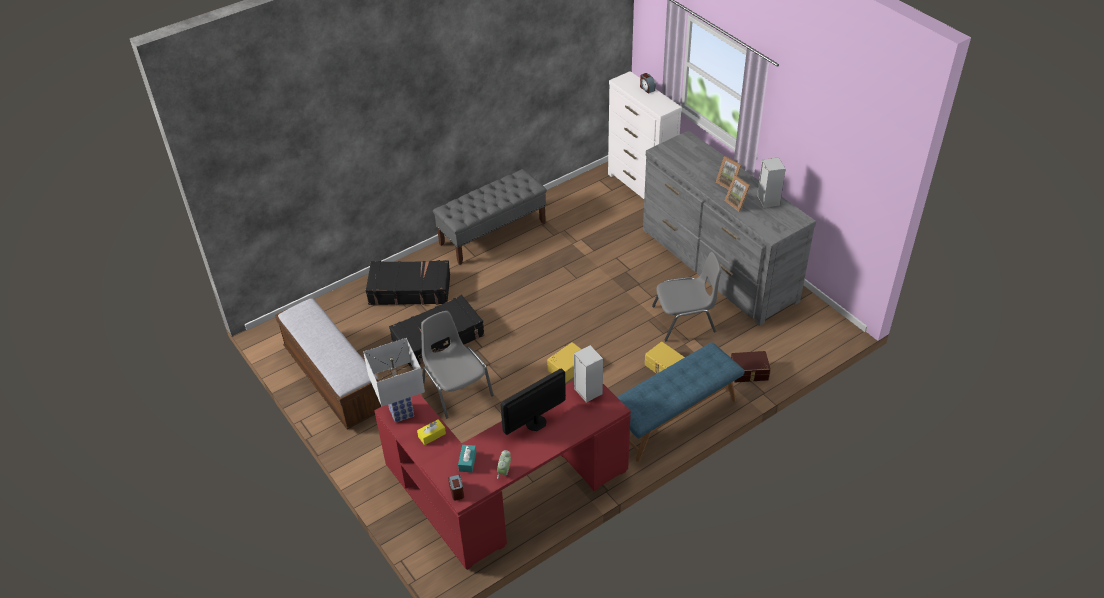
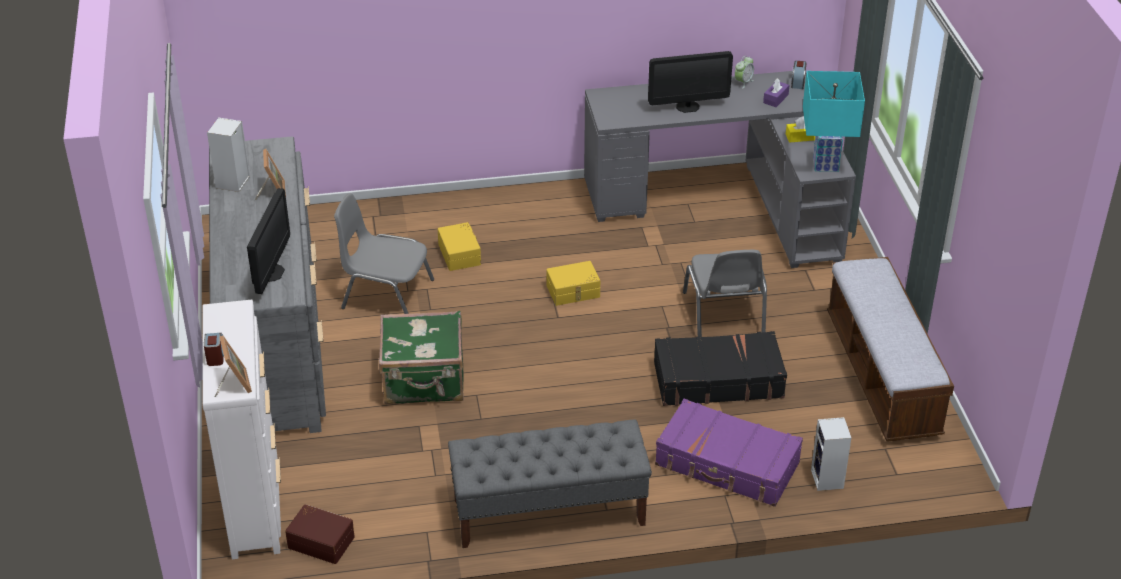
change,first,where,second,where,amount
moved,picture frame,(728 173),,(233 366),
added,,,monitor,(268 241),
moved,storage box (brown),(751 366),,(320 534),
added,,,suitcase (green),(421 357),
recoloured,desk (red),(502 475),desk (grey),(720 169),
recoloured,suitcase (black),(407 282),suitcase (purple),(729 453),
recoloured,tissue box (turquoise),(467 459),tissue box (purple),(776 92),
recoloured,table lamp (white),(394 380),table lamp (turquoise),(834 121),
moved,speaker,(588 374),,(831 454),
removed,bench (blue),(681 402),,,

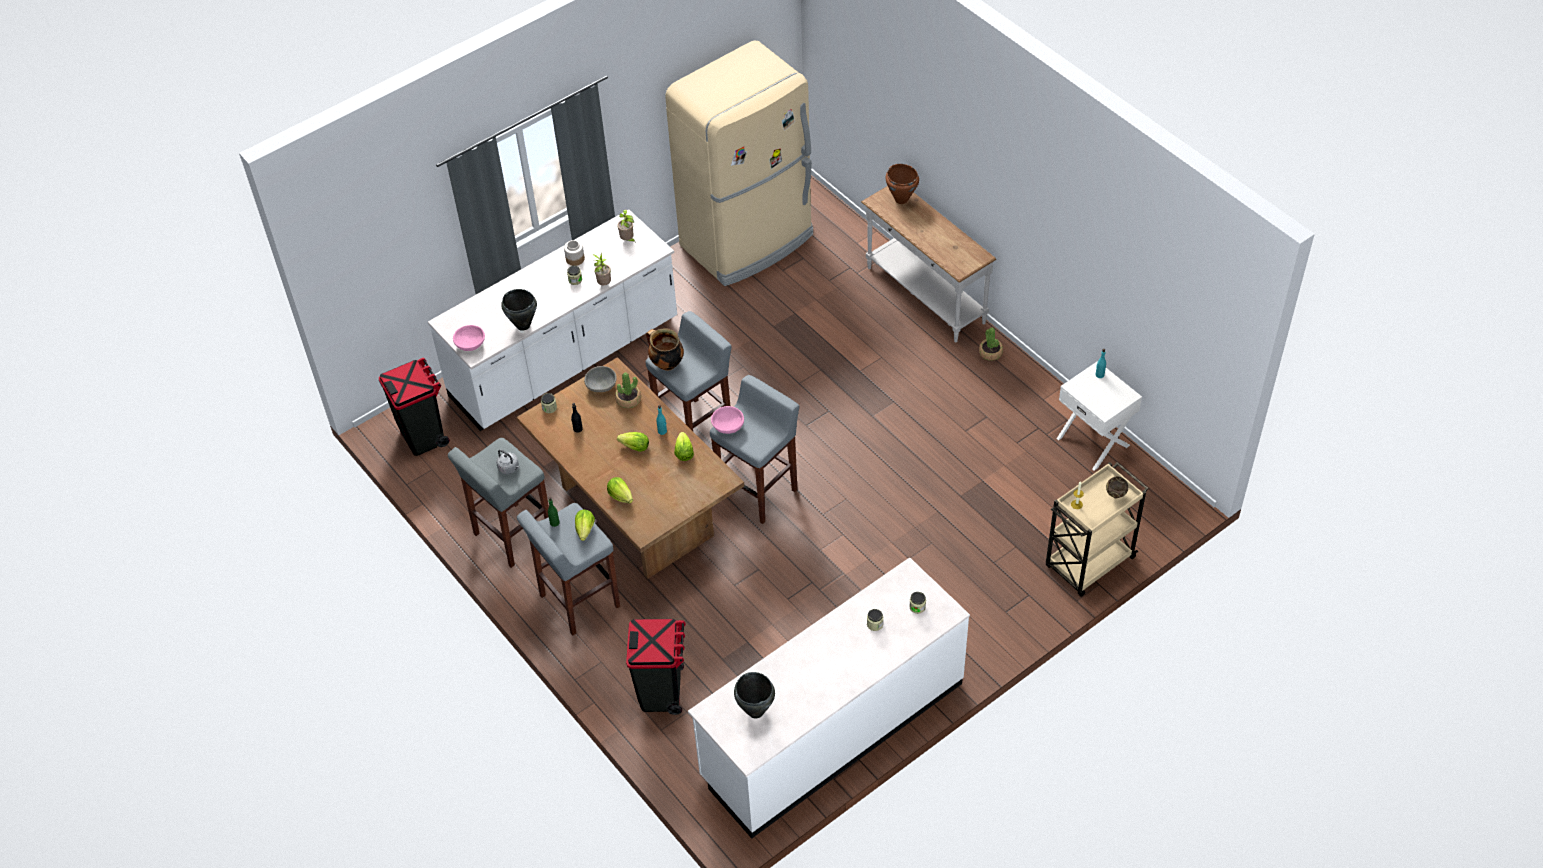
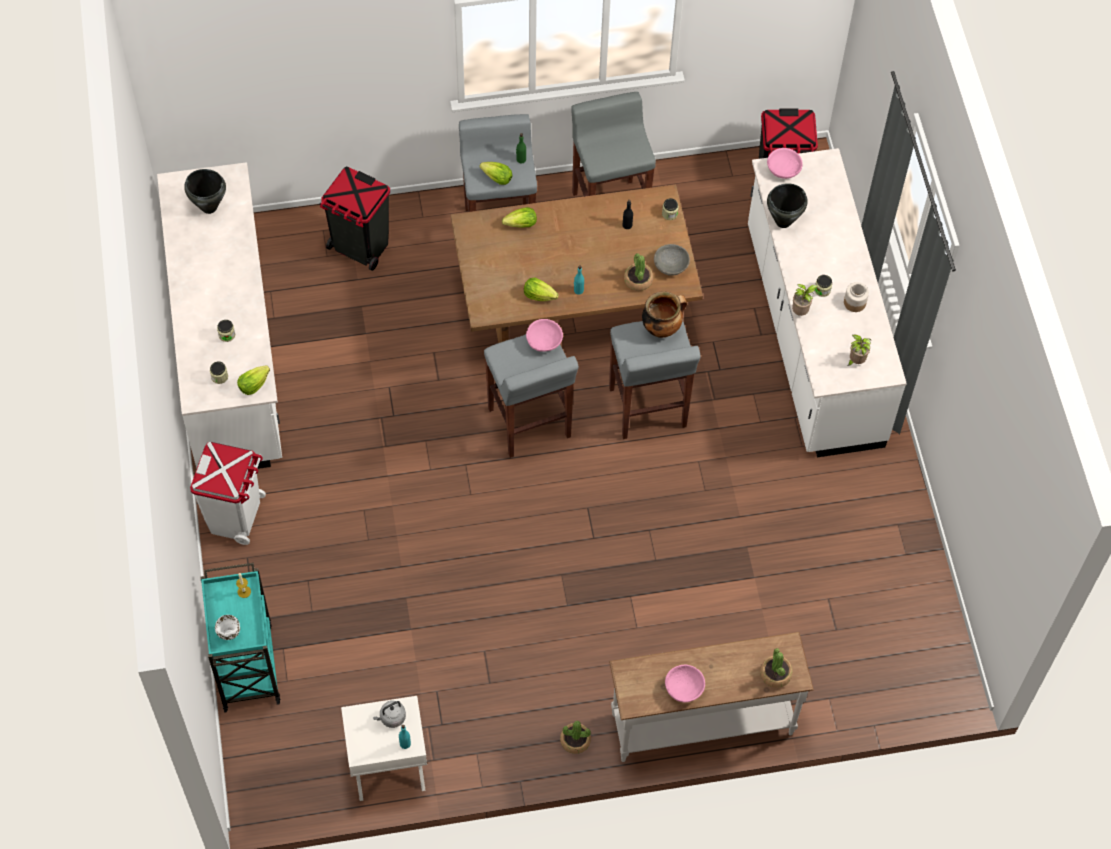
change,first,where,second,where,amount
added,,,trash can (white),(228 493),
recoloured,cart (beige),(1097 529),cart (turquoise),(240 638),
recoloured,bowl (brown),(1117 487),bowl (white),(227 627),
moved,lettuce,(633 442),,(253 380),
moved,kettle (grey),(508 462),,(389 714),
added,,,bowl (pink),(685 683),
replaced,cooking pot (brown),(902 184),potted plant,(776 668),
removed,fridge (beige),(739 163),,,

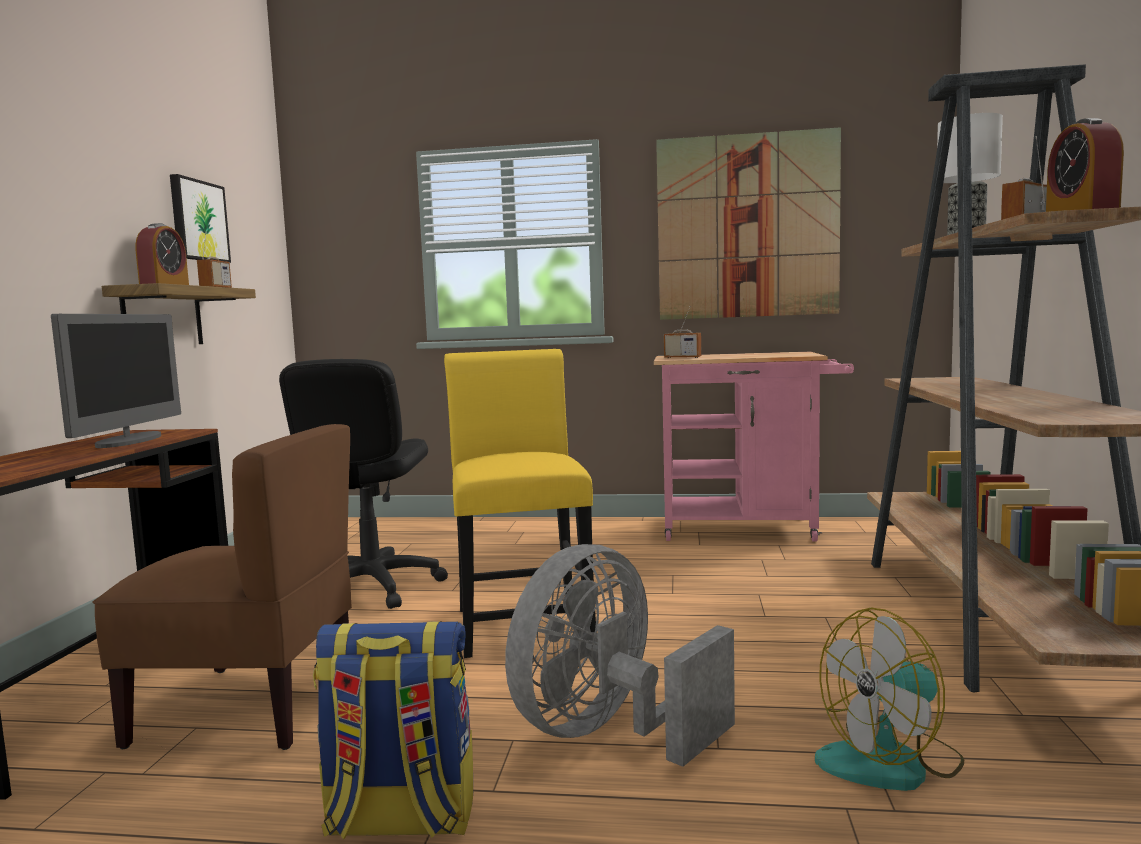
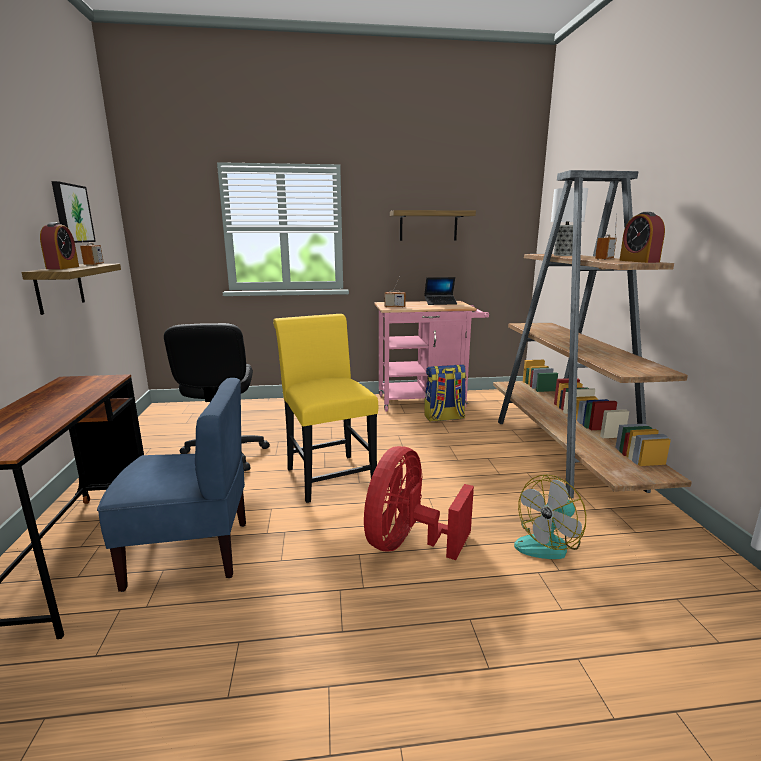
change,first,where,second,where,amount
recoloured,chair (brown),(222 587),chair (blue),(171 485),
recoloured,fan (grey),(620 655),fan (red),(419 503),
replaced,picture,(748 223),shelf,(433 225),
added,,,laptop,(440 291),
moved,backpack,(393 730),,(445 393),
removed,monitor,(116 381),,,

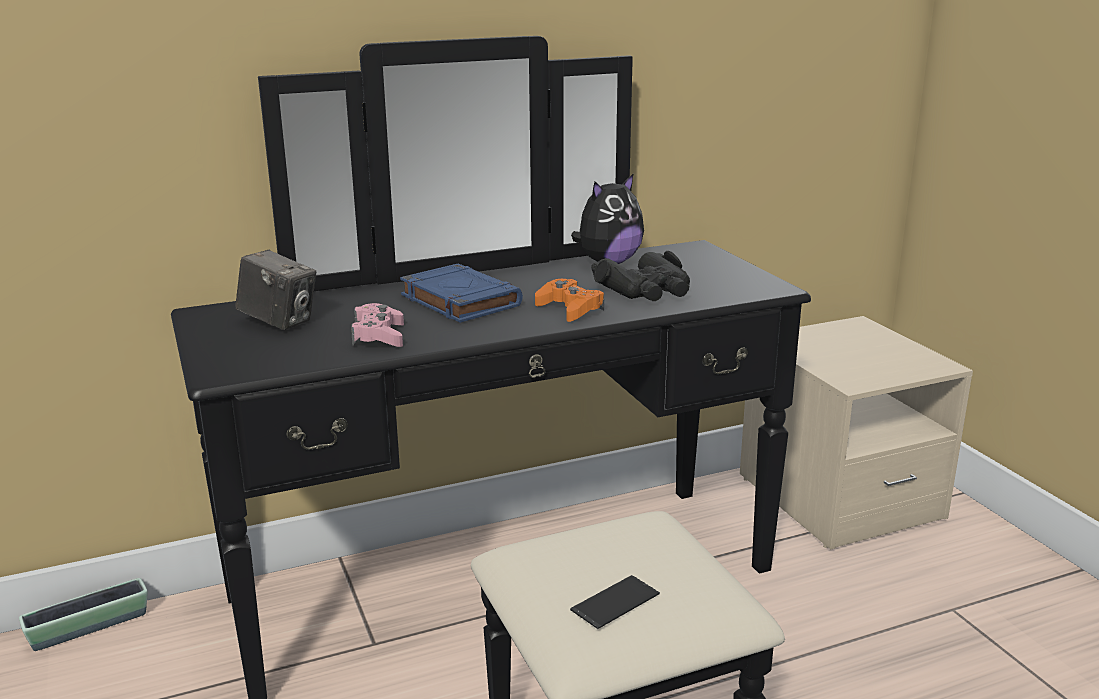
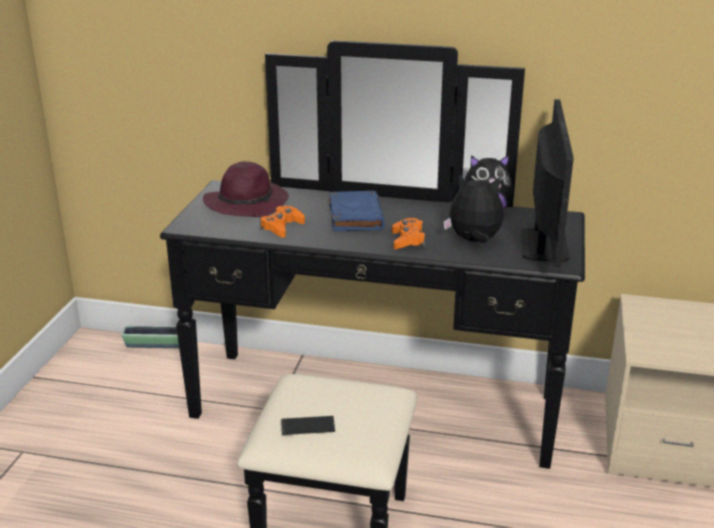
change,first,where,second,where,amount
replaced,photo camera,(275 290),hat (purple),(246 189),
recoloured,game controller (pink),(377 325),game controller (orange),(282 222),
replaced,binoculars (black),(640 276),plush toy,(473 209),
added,,,monitor,(547 183),

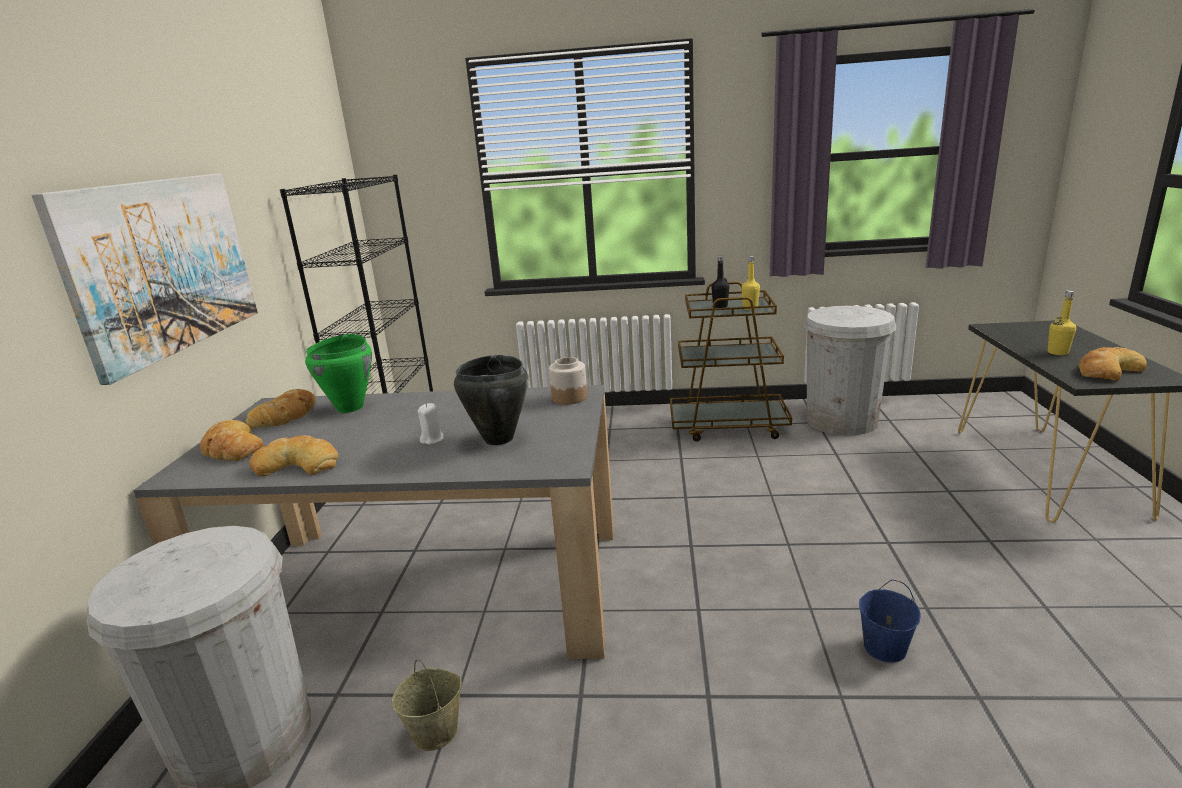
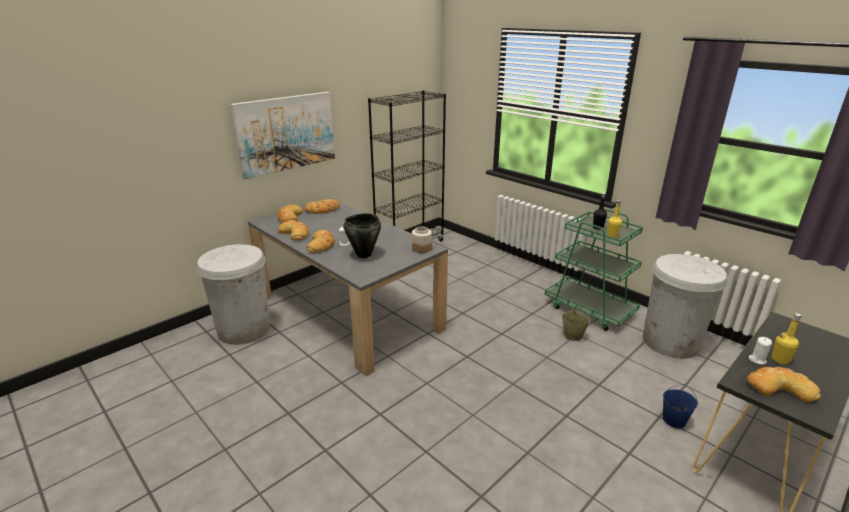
change,first,where,second,where,amount
added,,,bread,(321 241),
recoloured,cart (brown),(731 362),cart (green),(593 270),
moved,bucket (beige),(427 705),,(576 323),
moved,bucket (blue),(890 621),,(680 406),
added,,,candle (white),(760 351),
removed,cooking pot (green),(338 373),,,

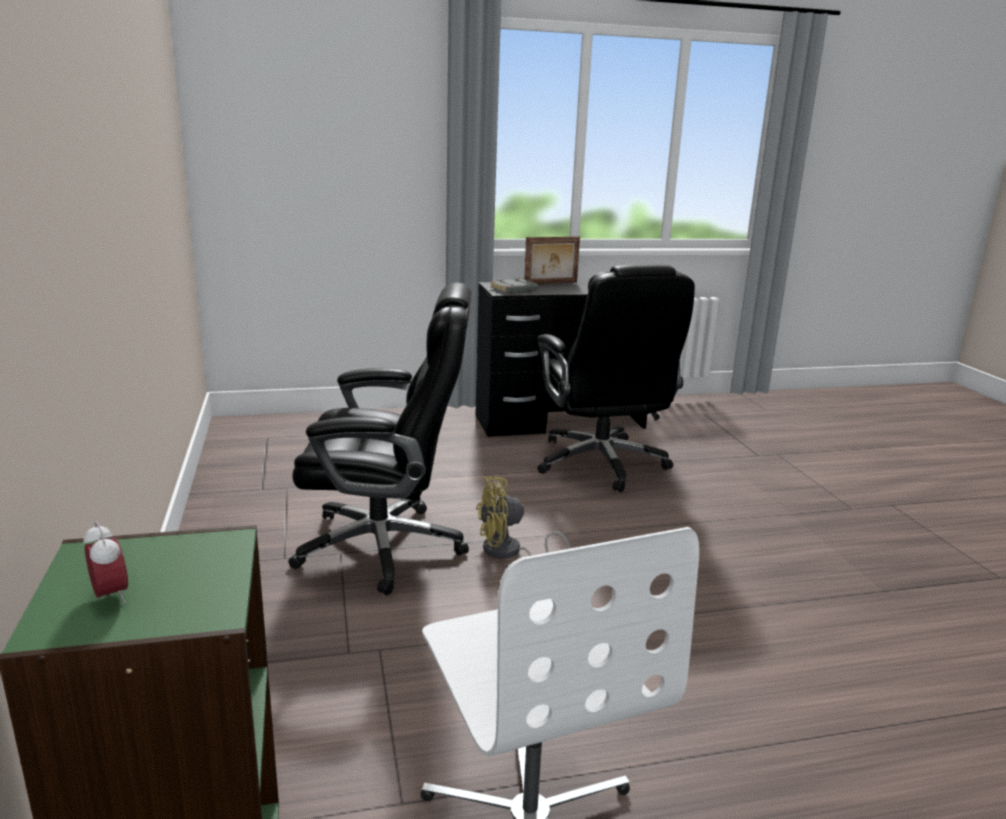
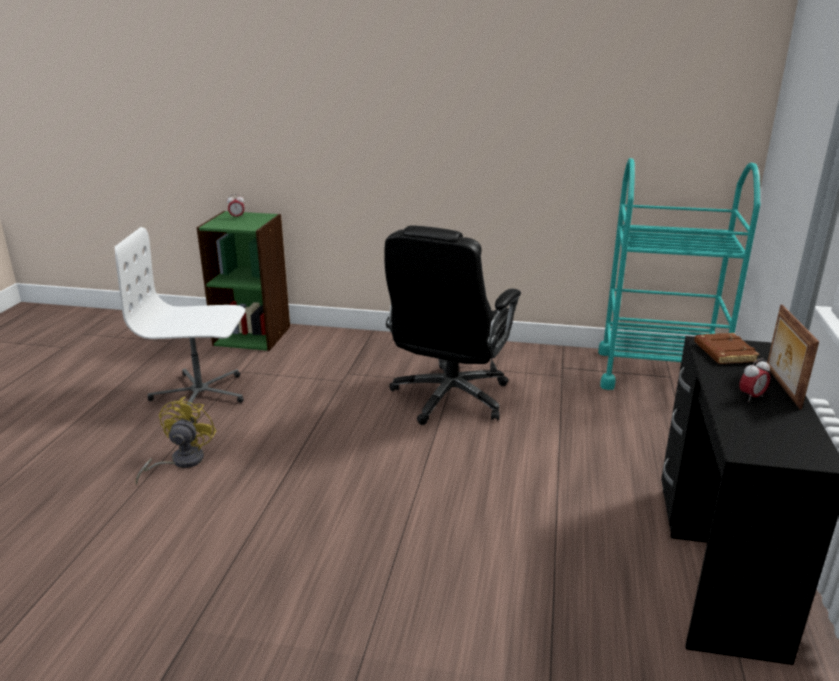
change,first,where,second,where,amount
moved,fan (yellow),(523 517),,(175 440),
added,,,cart (turquoise),(679 274),
recoloured,book (grey),(514 285),book (brown),(727 348),
added,,,alarm clock,(754 380),
removed,office chair (black),(616 378),,,

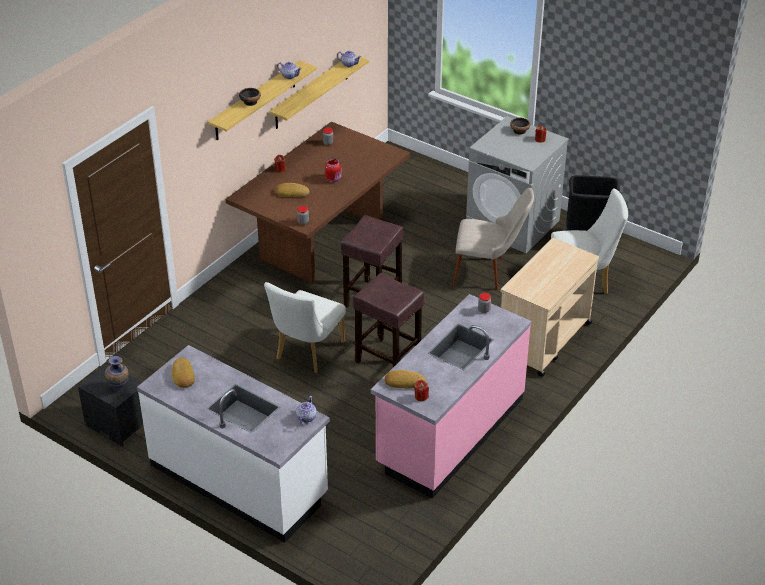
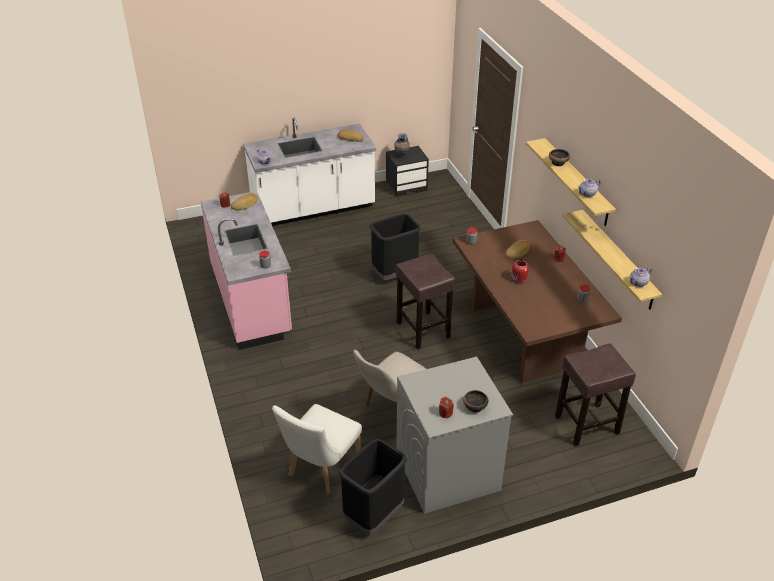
change,first,where,second,where,amount
replaced,chair (white),(305 327),trash can (black),(395 247),
moved,stool (brown),(388 320),,(595 395),
removed,cart (beige),(550 307),,,

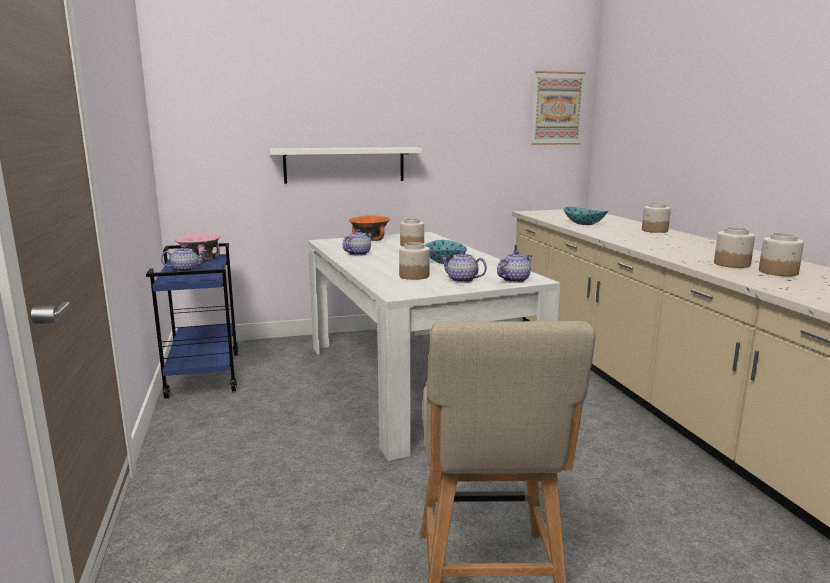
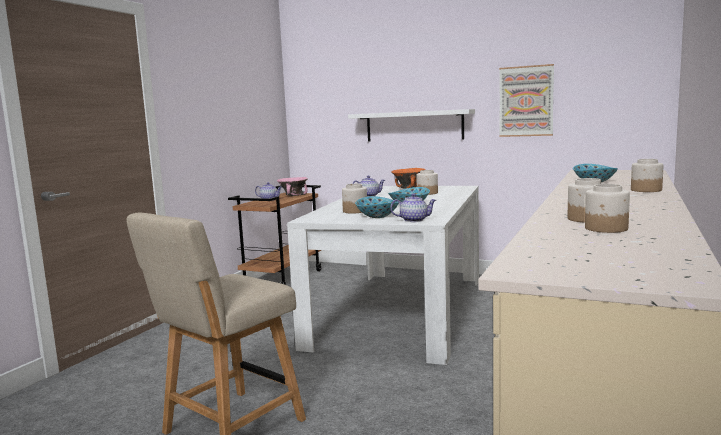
change,first,where,second,where,amount
recoloured,cart (blue),(192 321),cart (brown),(275 235),
replaced,teapot,(463 266),bowl,(377 207),
moved,picture,(559 108),,(526 100),

